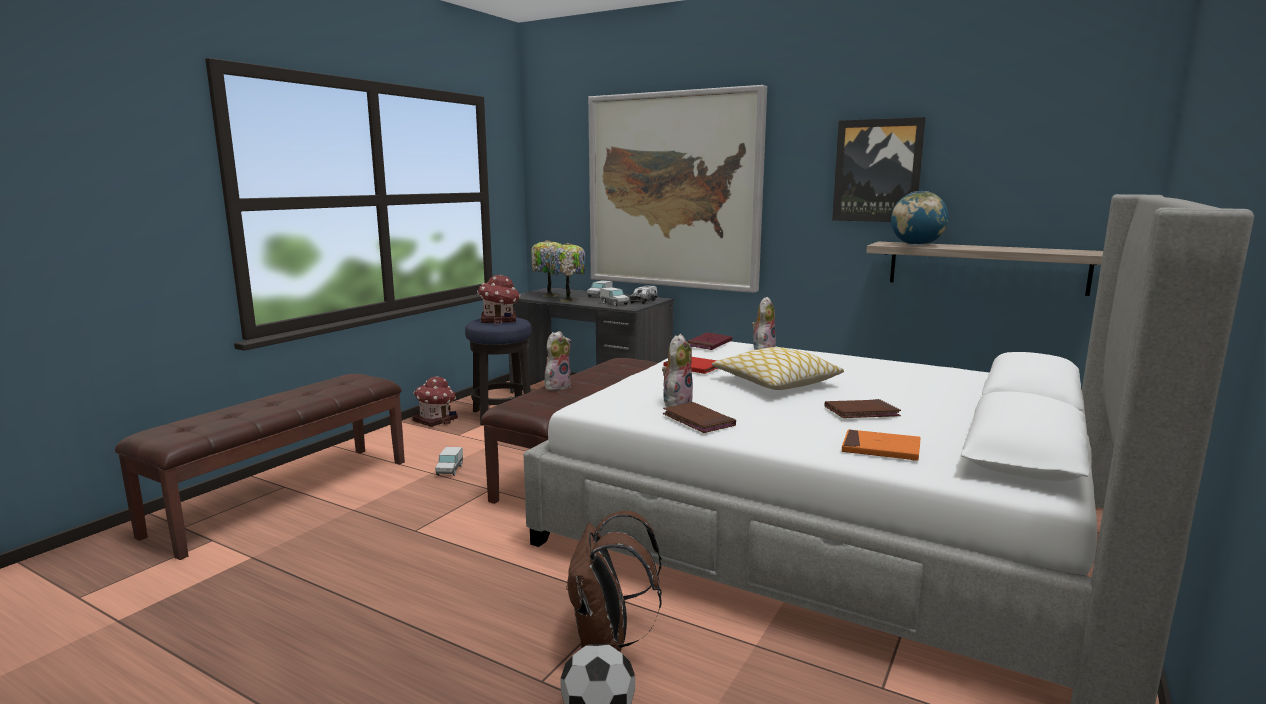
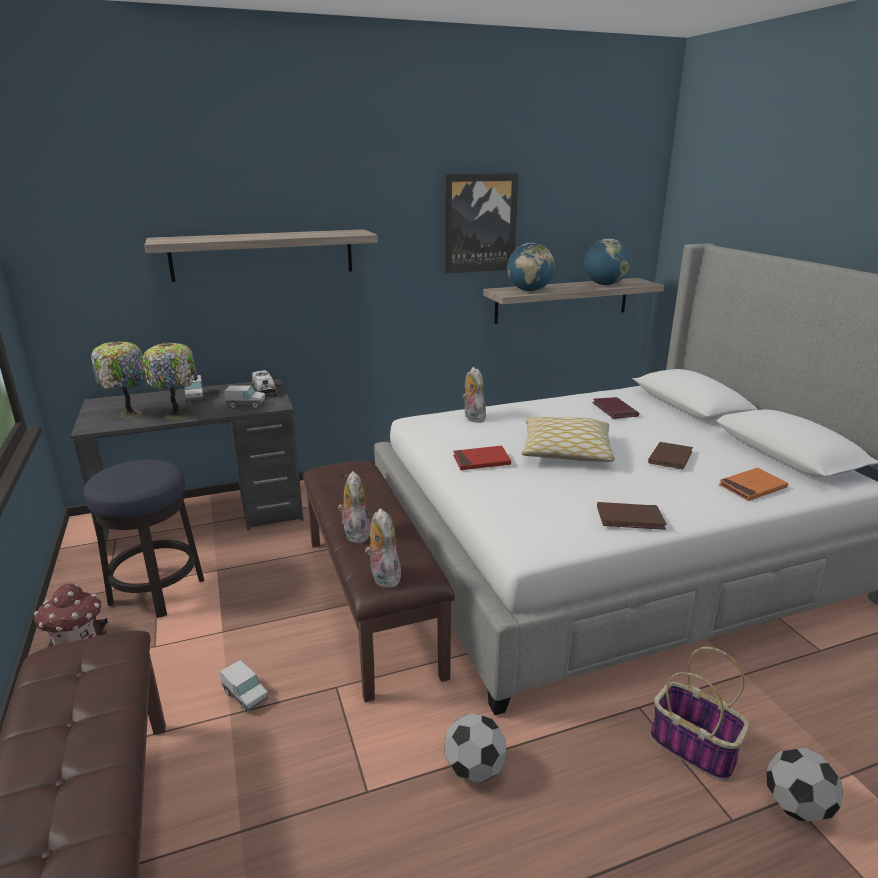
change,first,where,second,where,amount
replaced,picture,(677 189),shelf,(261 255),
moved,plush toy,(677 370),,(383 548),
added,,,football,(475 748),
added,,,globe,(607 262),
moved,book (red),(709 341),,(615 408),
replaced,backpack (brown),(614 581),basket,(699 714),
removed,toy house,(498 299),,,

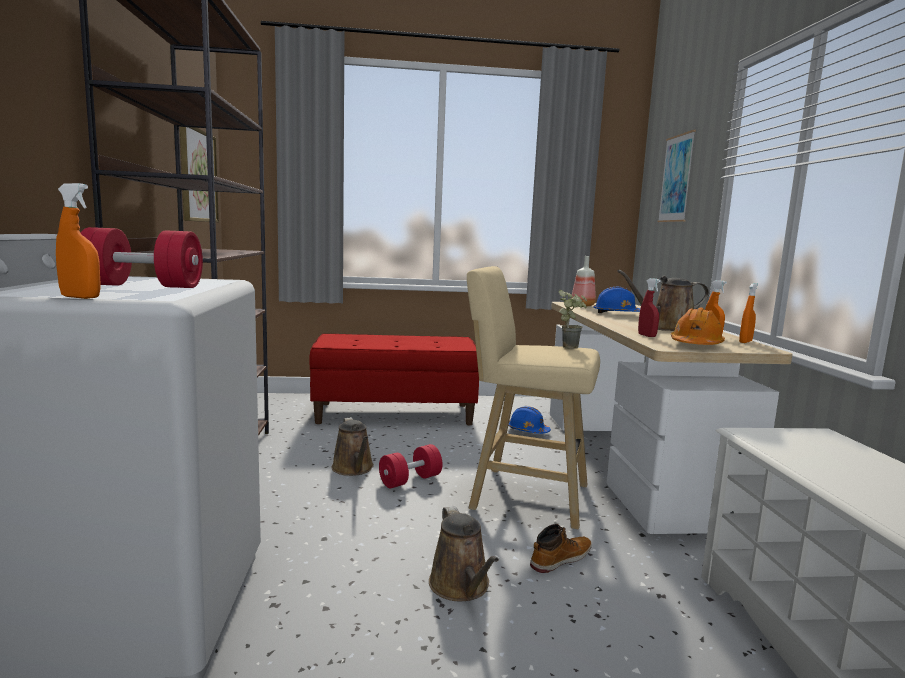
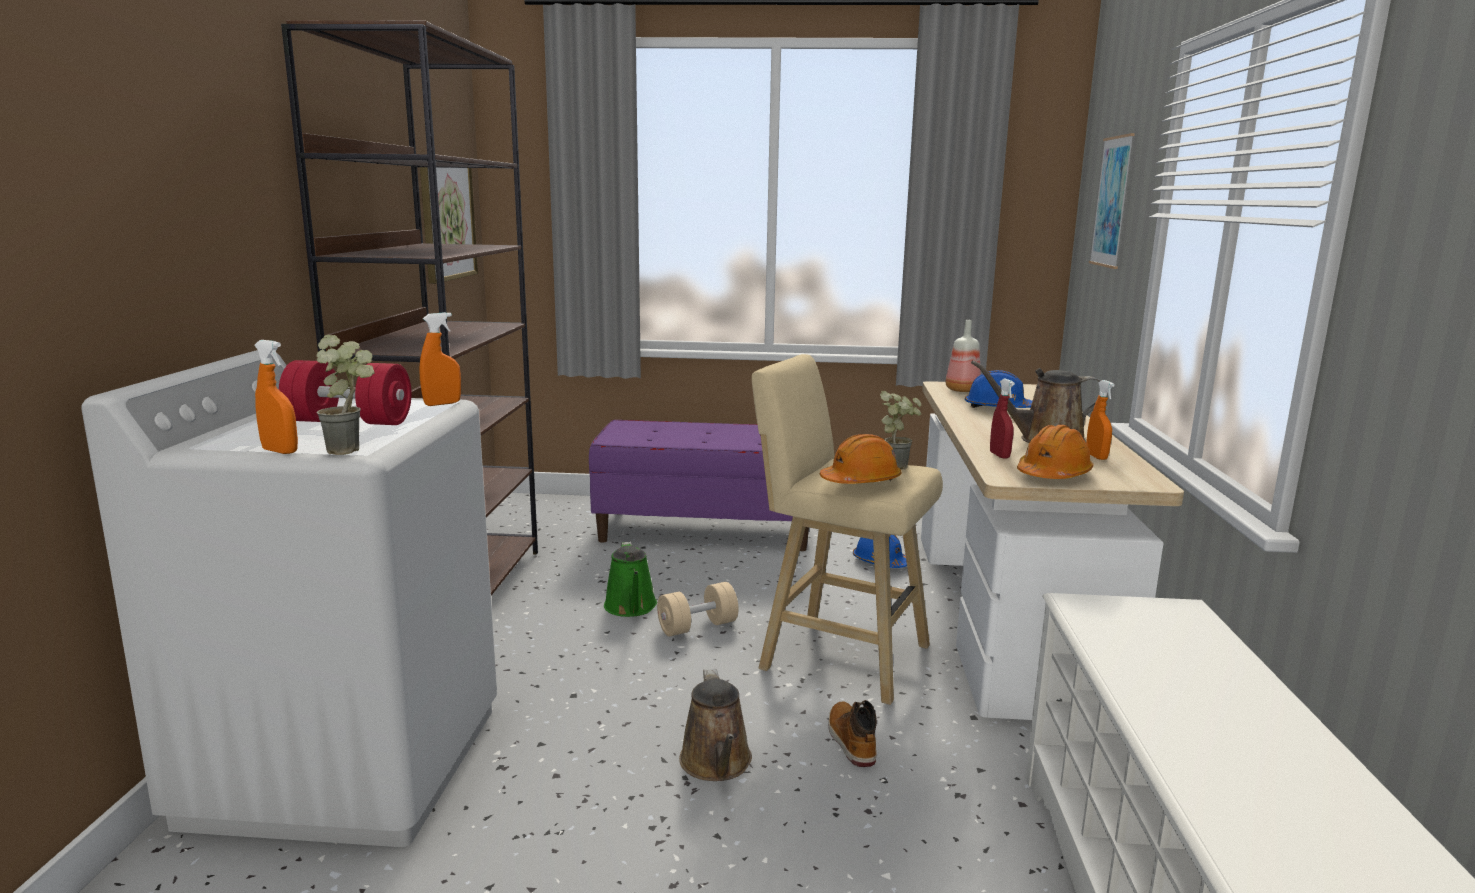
change,first,where,second,where,amount
added,,,potted plant,(345 395),
moved,spray bottle (orange),(748 313),,(440 359),
recoloured,bench (red),(394 379),bench (purple),(699 485),
recoloured,watering can (brown),(353 446),watering can (green),(630 579),
recoloured,dumbbell (red),(410 466),dumbbell (beige),(698 609),
added,,,hard hat (orange),(860 459),
turned,boot,(561 548),,(852 733),75 degrees counterclockwise

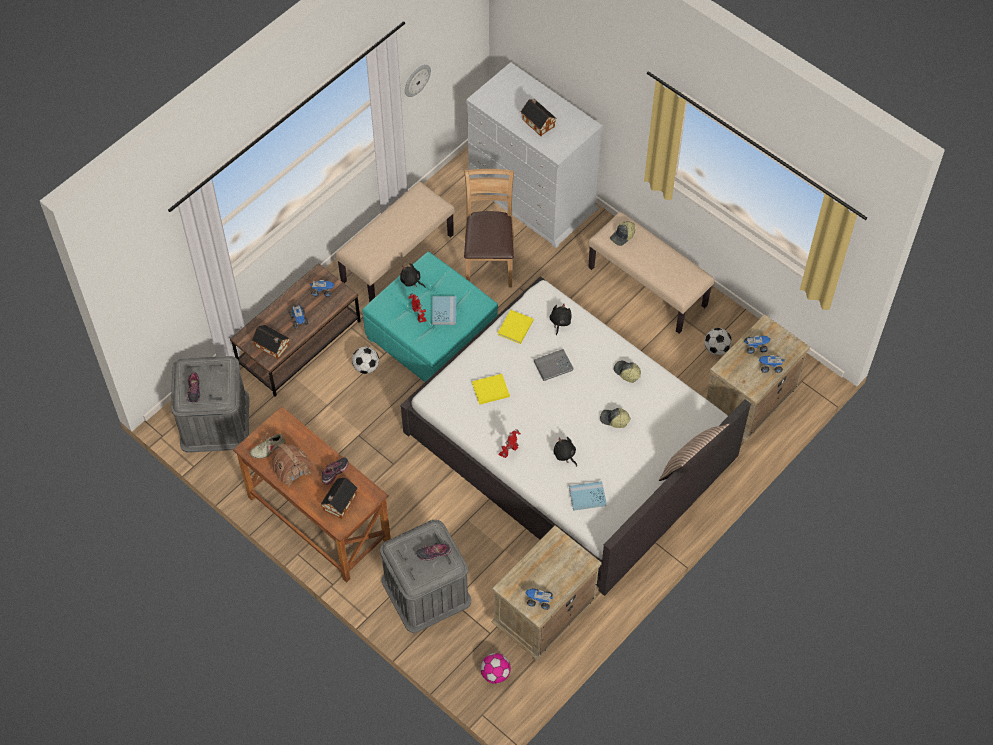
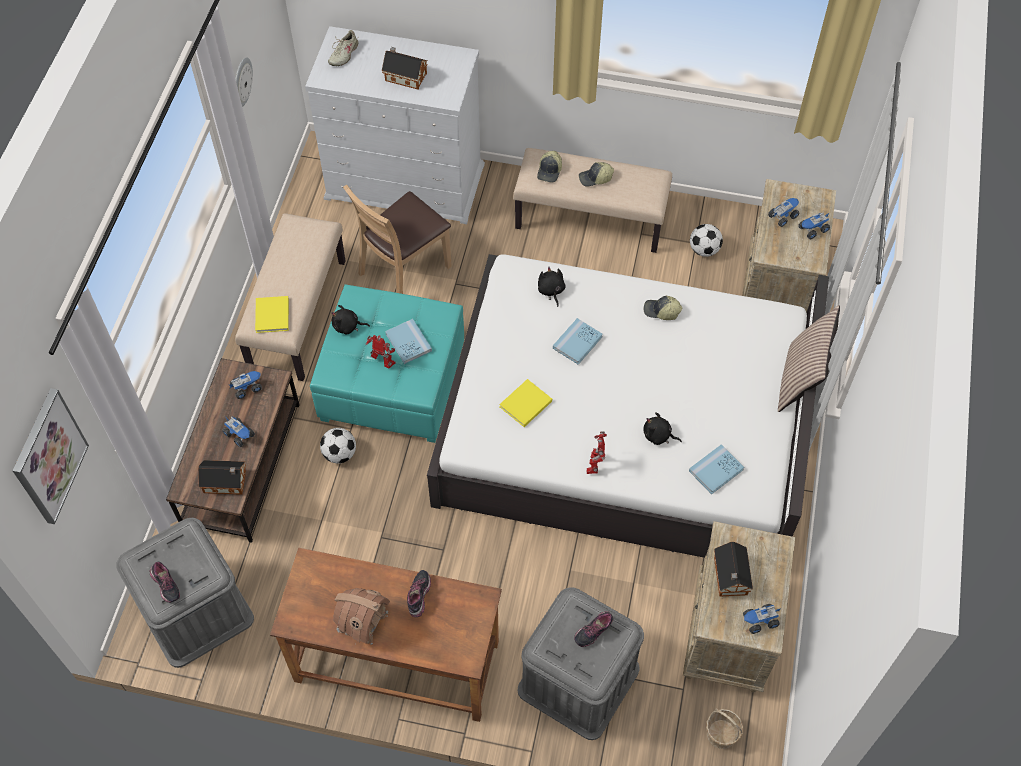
change,first,where,second,where,amount
added,,,picture,(51 456),
moved,book (yellow),(516 327),,(272 314),
moved,shoe (beige),(267 446),,(343 48),
turned,chair (brown),(489 228),,(397 239),105 degrees counterclockwise
recoloured,book (grey),(553 365),book (blue),(578 341),
moved,cap,(615 418),,(596 174),
replaced,football,(496 668),basket,(724 728),
moved,toy house,(339 498),,(733 569),

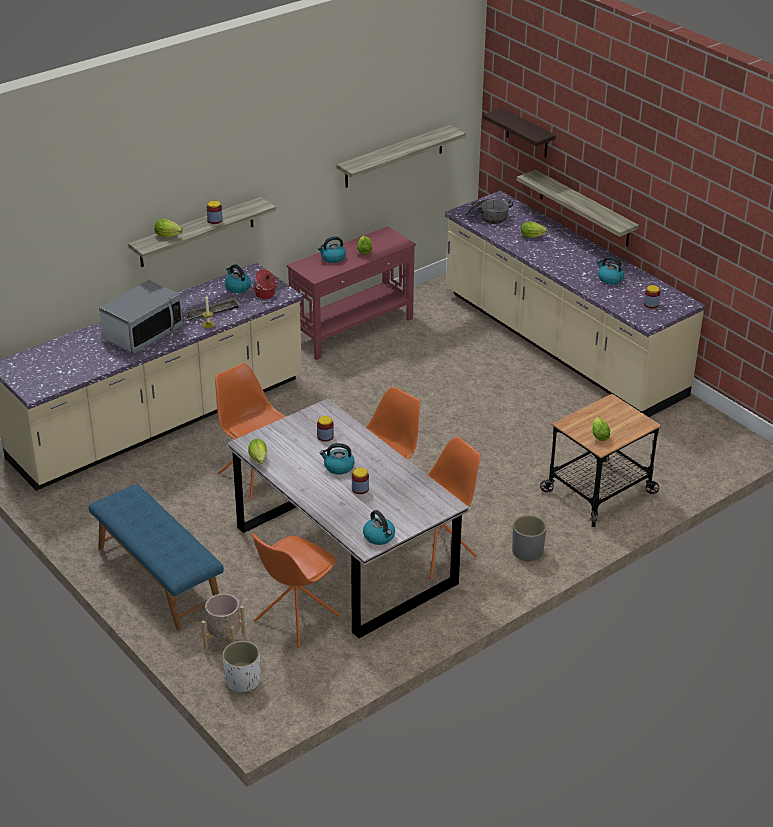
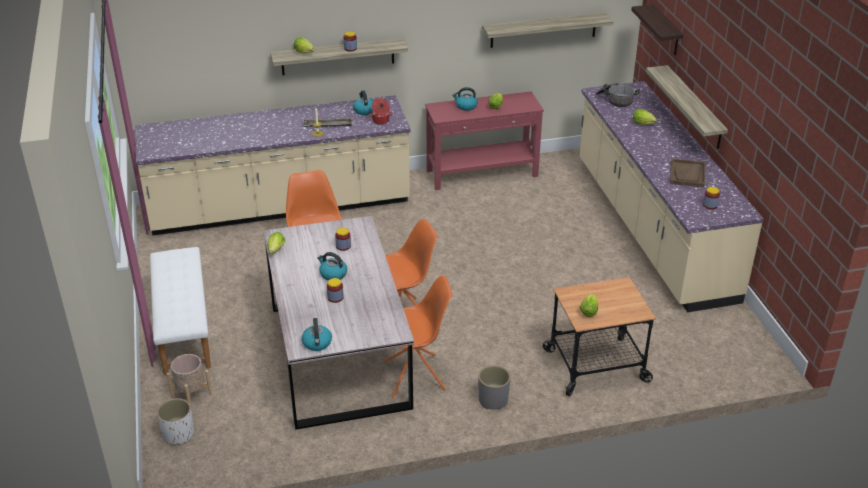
change,first,where,second,where,amount
recoloured,bench (blue),(156 557),bench (white),(180 311),
replaced,kettle,(610 270),tray (brown),(687 173),
removed,microwave,(140 317),,,
removed,chair (orange),(295 590),,,

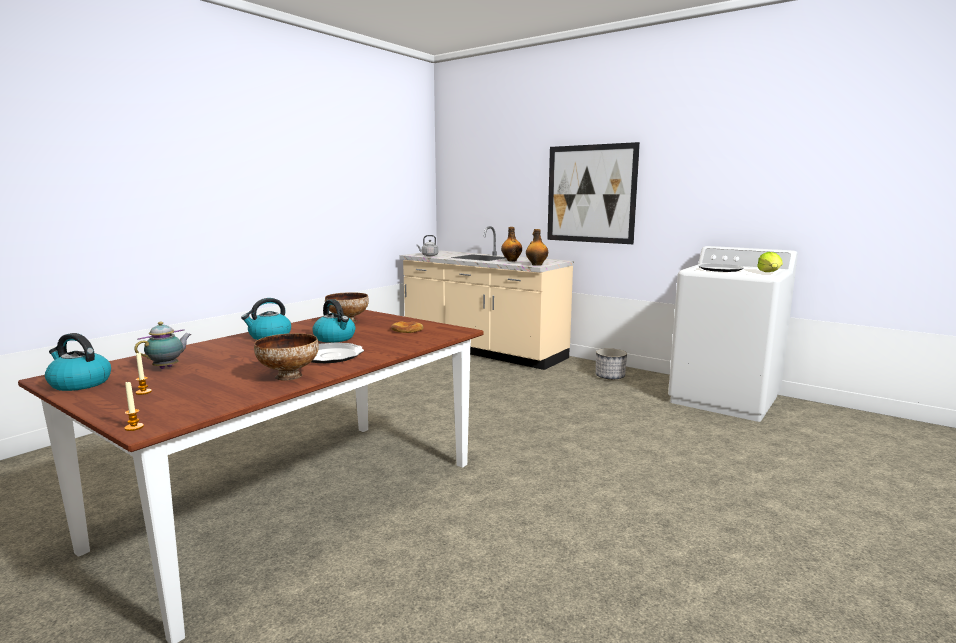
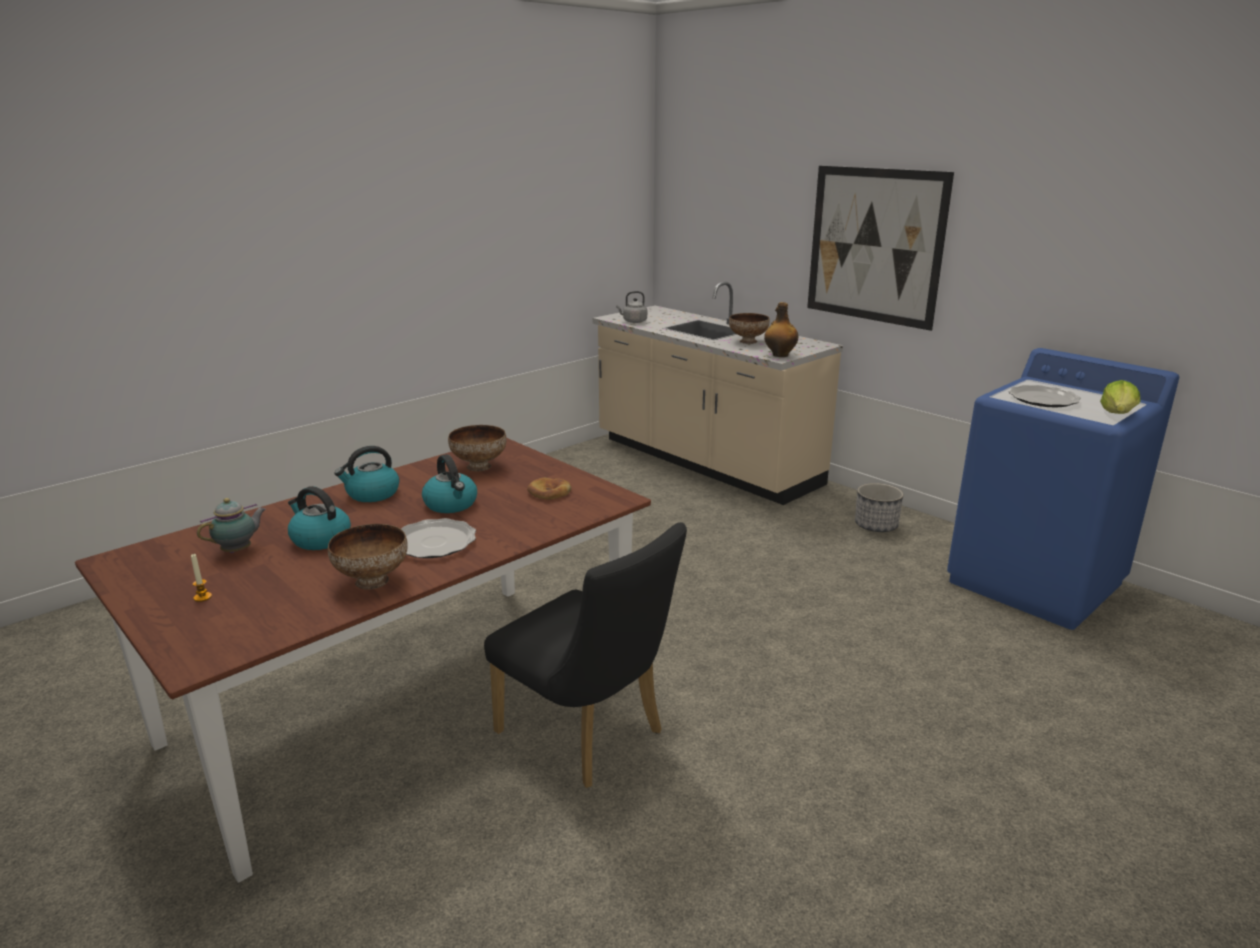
change,first,where,second,where,amount
moved,kettle,(78 362),,(319 518),
added,,,chair (black),(585 655),
replaced,bottle,(511 244),bowl,(749 328),
recoloured,washing machine (white),(733 334),washing machine (blue),(1063 489),
removed,candle,(134 406),,,

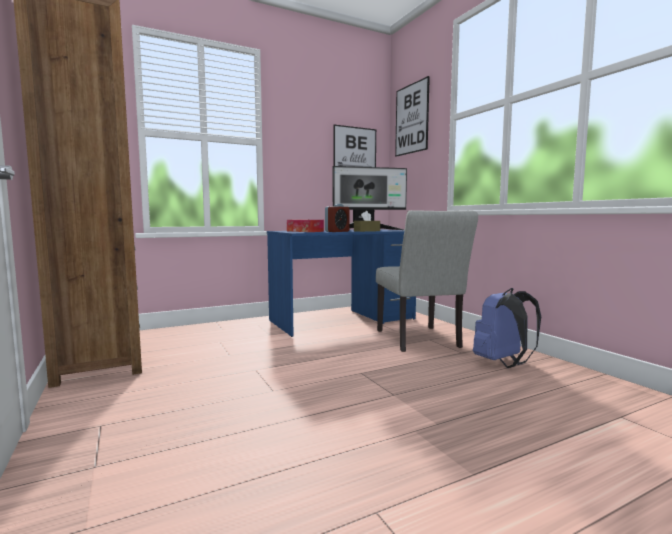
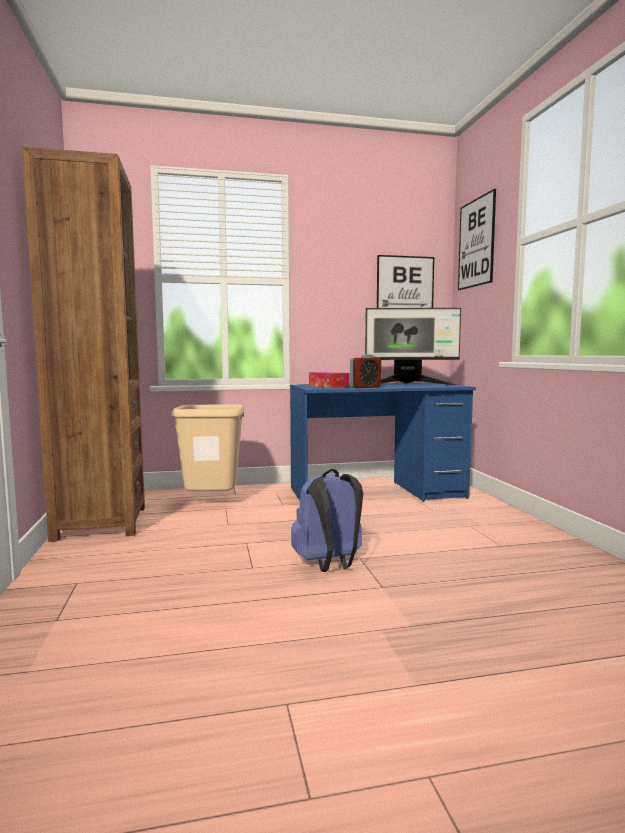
change,first,where,second,where,amount
added,,,trash can (beige),(208 448),
moved,backpack (blue),(507 328),,(327 520),
removed,tissue box (brown),(367 221),,,
removed,chair (grey),(427 281),,,

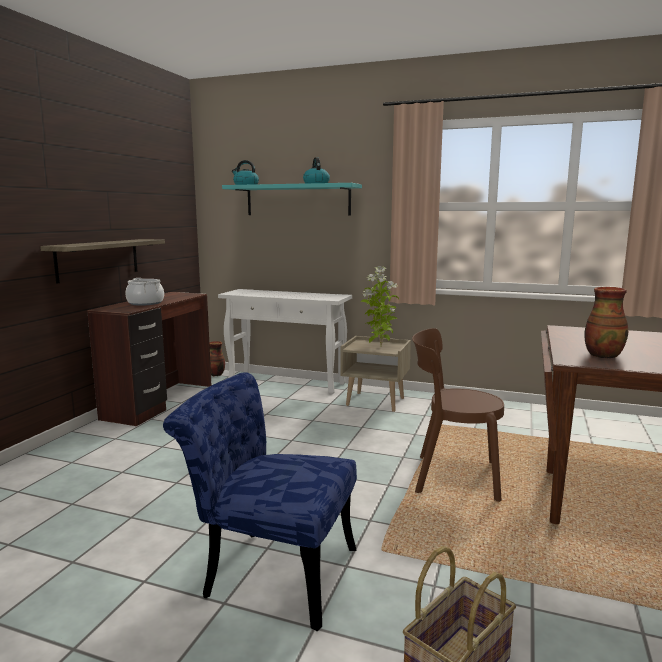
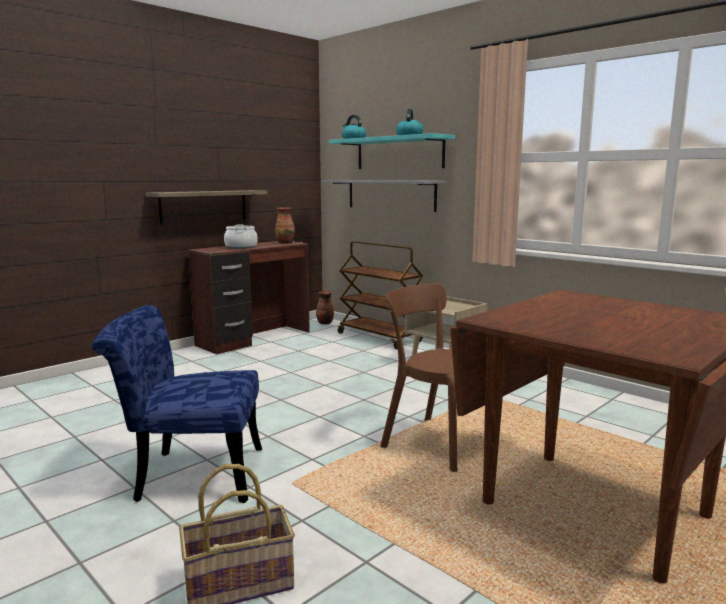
change,first,where,second,where,amount
turned,chair (blue),(260 501),,(177 404),45 degrees counterclockwise
moved,vase,(606 323),,(285 225),
added,,,shelf (grey),(384 196),
replaced,console table (white),(285 341),cart (brown),(380 295),
removed,potted plant,(380 306),,,

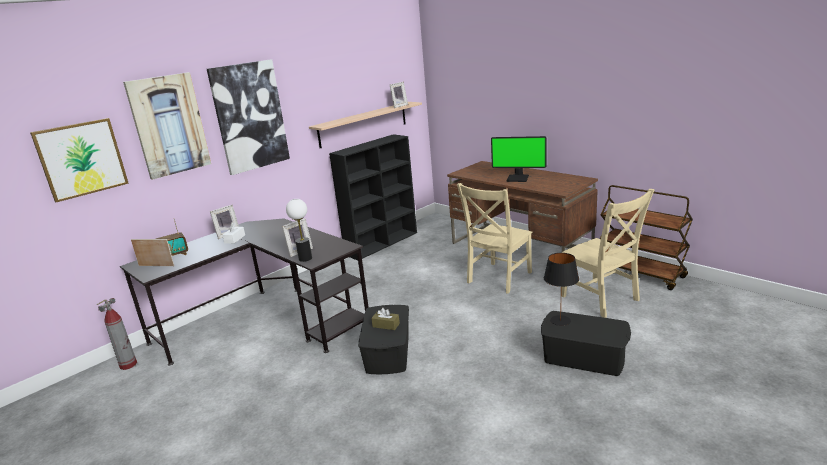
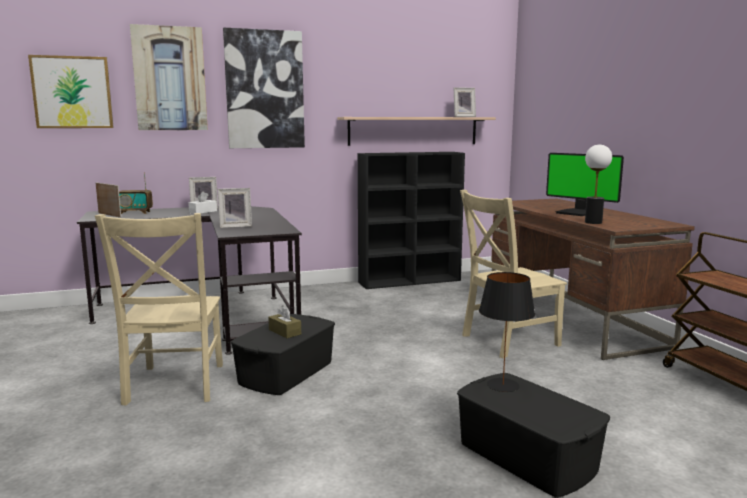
change,first,where,second,where,amount
moved,chair (beige),(608 253),,(159 309),
moved,table lamp,(299 230),,(598 184),
removed,fire extinguisher,(117 334),,,

